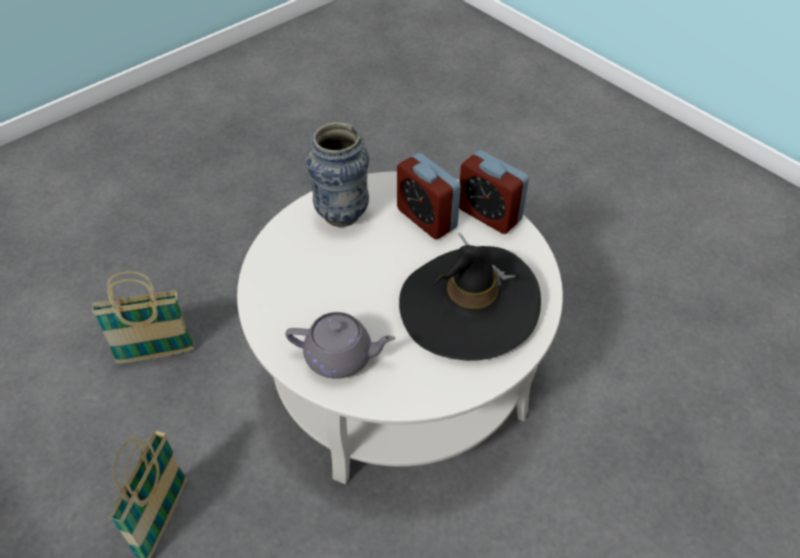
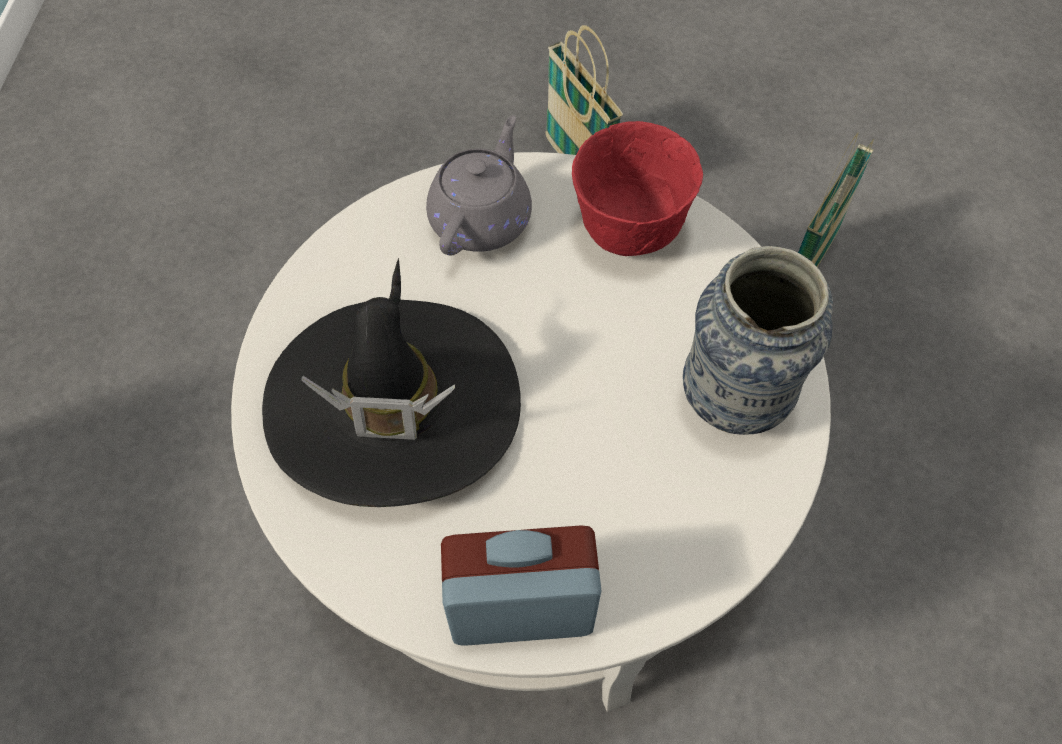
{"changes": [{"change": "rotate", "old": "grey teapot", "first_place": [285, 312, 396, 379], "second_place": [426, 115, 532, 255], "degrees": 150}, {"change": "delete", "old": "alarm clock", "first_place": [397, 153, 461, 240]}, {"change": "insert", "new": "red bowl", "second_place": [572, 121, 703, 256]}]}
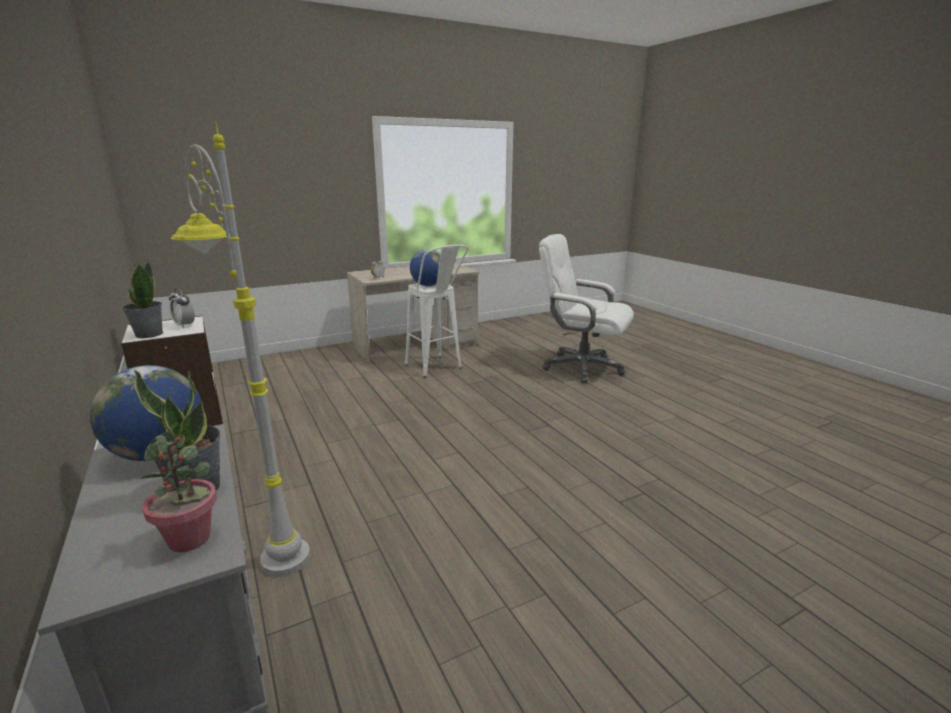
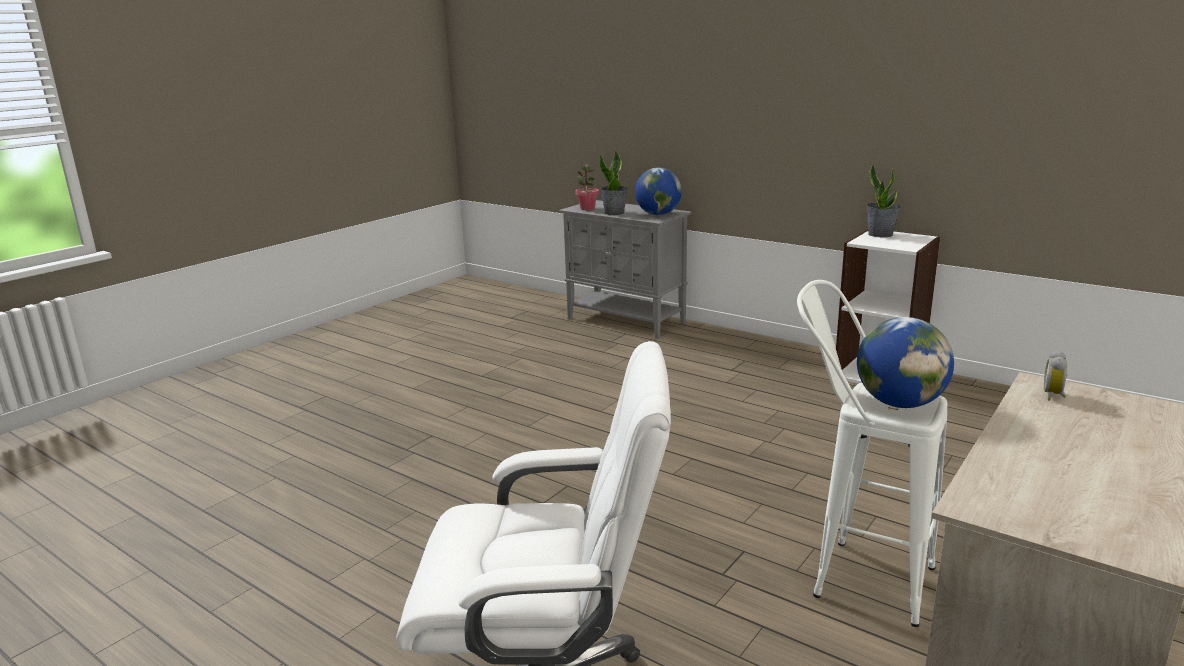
{"changes": [{"change": "delete", "old": "alarm clock", "first_place": [169, 288, 195, 328]}, {"change": "delete", "old": "grey floor lamp", "first_place": [171, 122, 310, 577]}]}
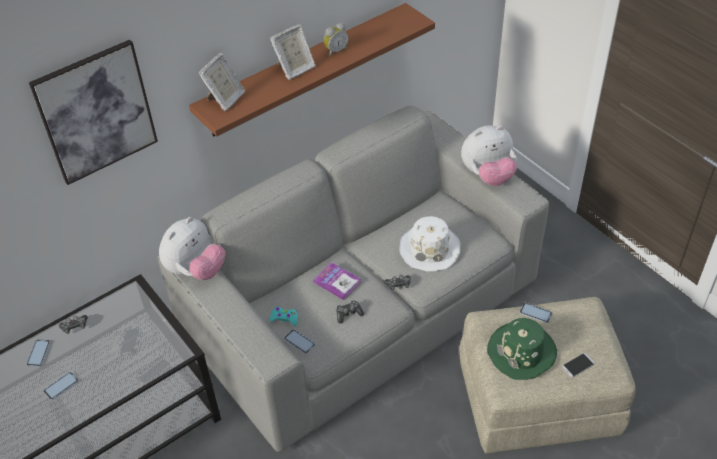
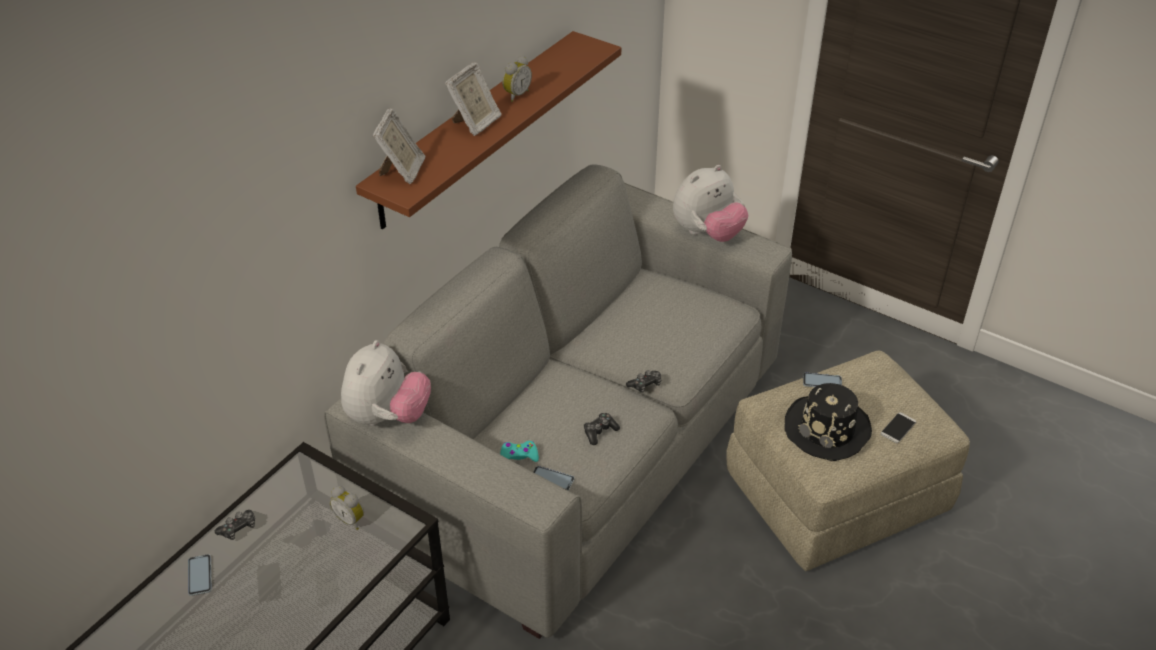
{"changes": [{"change": "delete", "old": "picture", "first_place": [29, 40, 158, 185]}, {"change": "delete", "old": "phone", "first_place": [44, 372, 79, 400]}, {"change": "delete", "old": "book", "first_place": [313, 262, 362, 300]}, {"change": "delete", "old": "white hat", "first_place": [399, 216, 461, 271]}, {"change": "recolor", "old": "green hat", "new": "black hat", "first_place": [487, 318, 557, 380], "second_place": [785, 383, 872, 461]}, {"change": "insert", "new": "alarm clock", "second_place": [330, 486, 364, 530]}]}
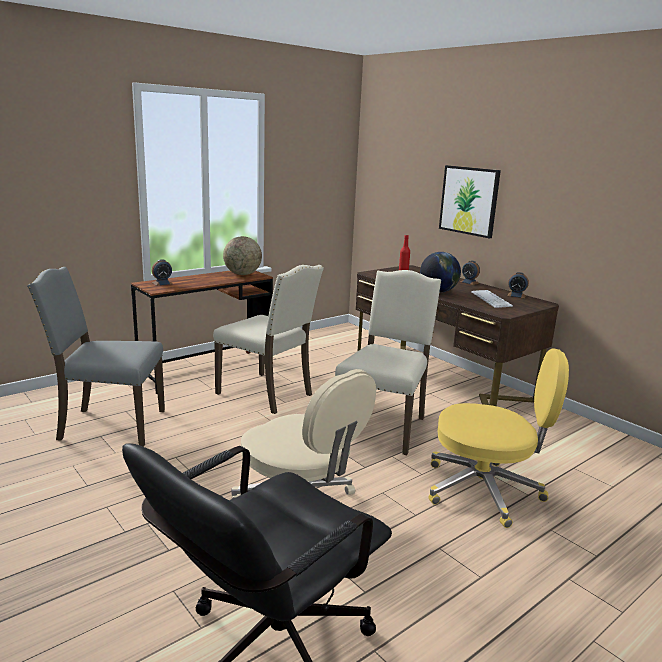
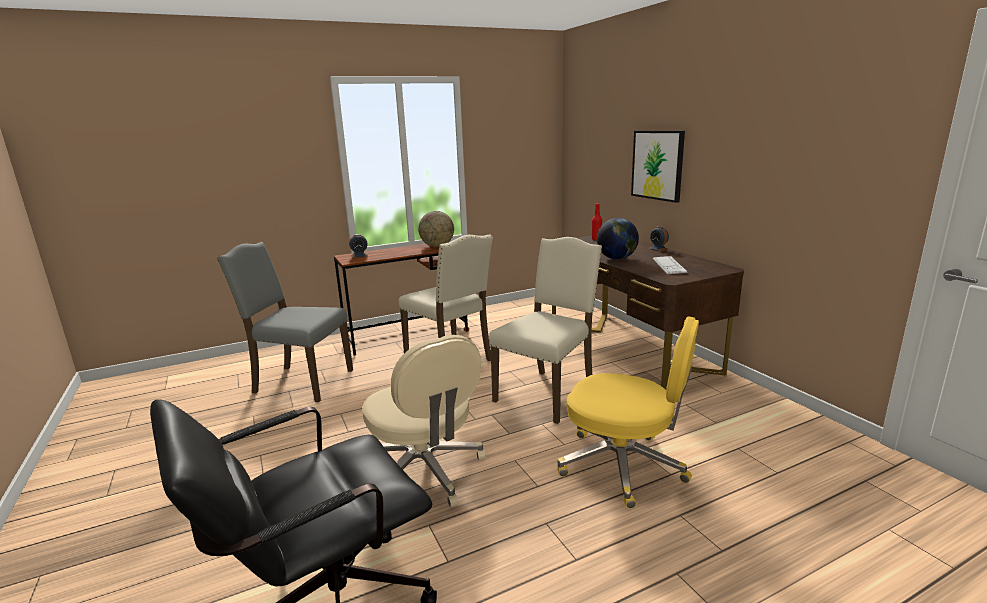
{"changes": [{"change": "delete", "old": "alarm clock", "first_place": [508, 272, 529, 299]}]}
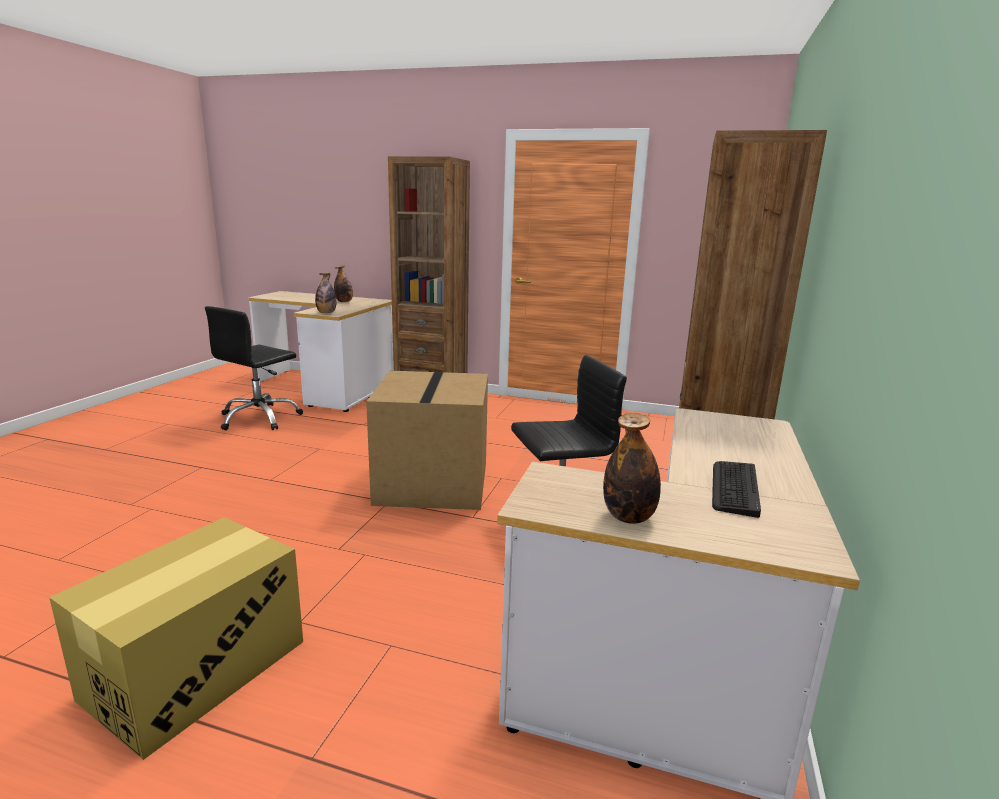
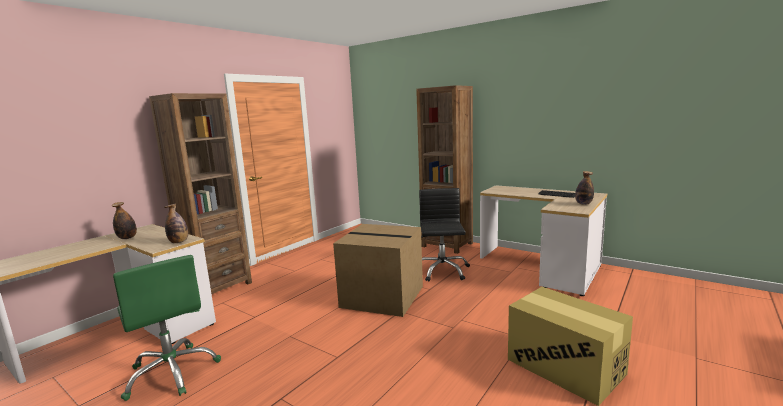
{"changes": [{"change": "recolor", "old": "black office chair", "new": "green office chair", "first_place": [205, 306, 303, 430], "second_place": [113, 255, 221, 401]}]}
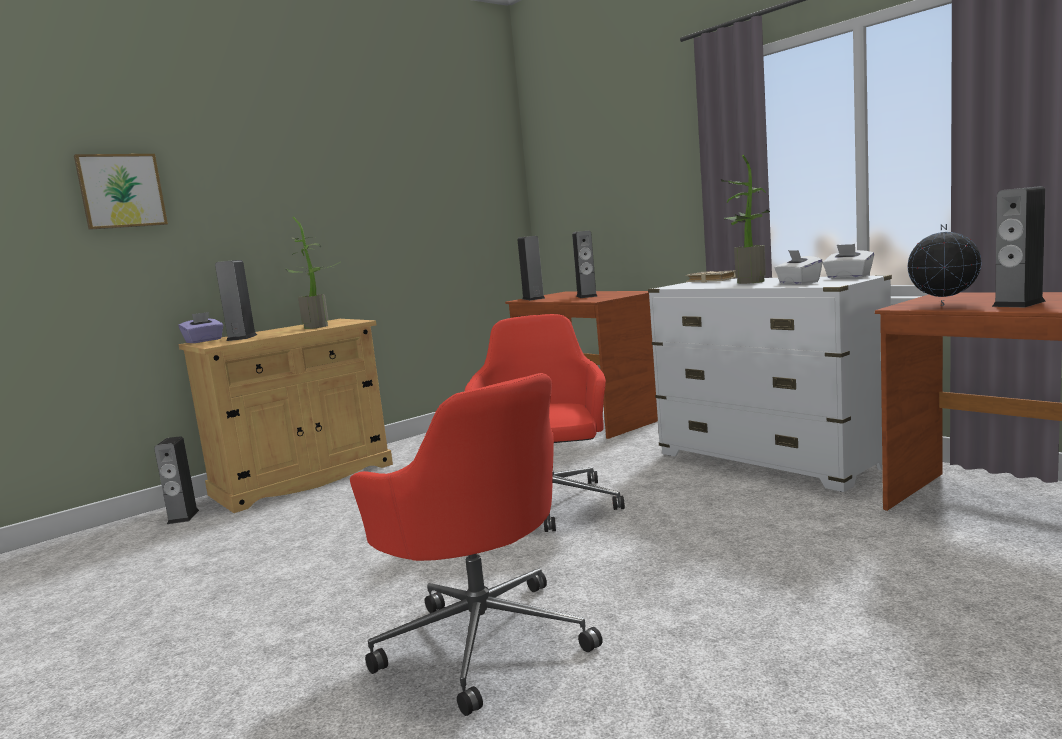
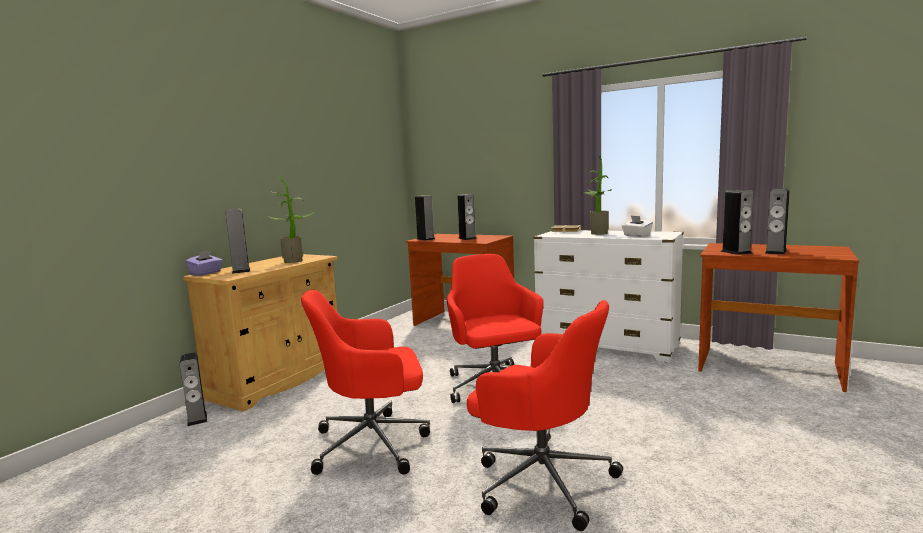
{"changes": [{"change": "delete", "old": "picture", "first_place": [74, 154, 168, 230]}, {"change": "delete", "old": "white tissue box", "first_place": [823, 244, 874, 279]}, {"change": "replace", "old": "globe", "new": "speaker", "first_place": [908, 224, 981, 306], "second_place": [721, 190, 753, 255]}, {"change": "insert", "new": "red office chair", "second_place": [301, 290, 430, 475]}]}
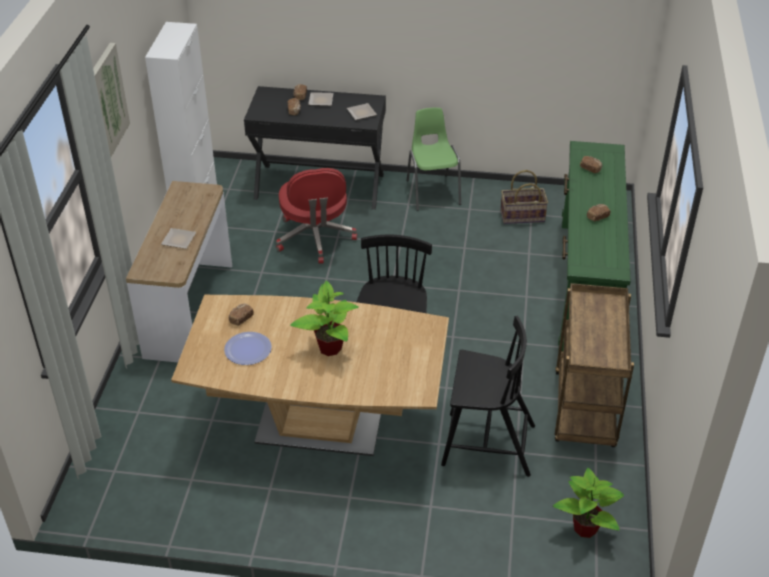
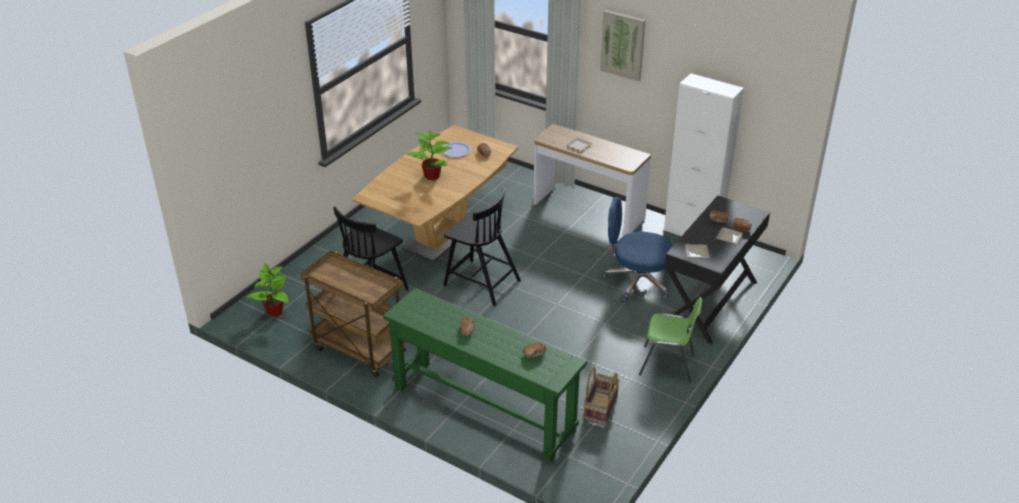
{"changes": [{"change": "recolor", "old": "red office chair", "new": "blue office chair", "first_place": [276, 168, 358, 264], "second_place": [601, 197, 673, 303]}]}
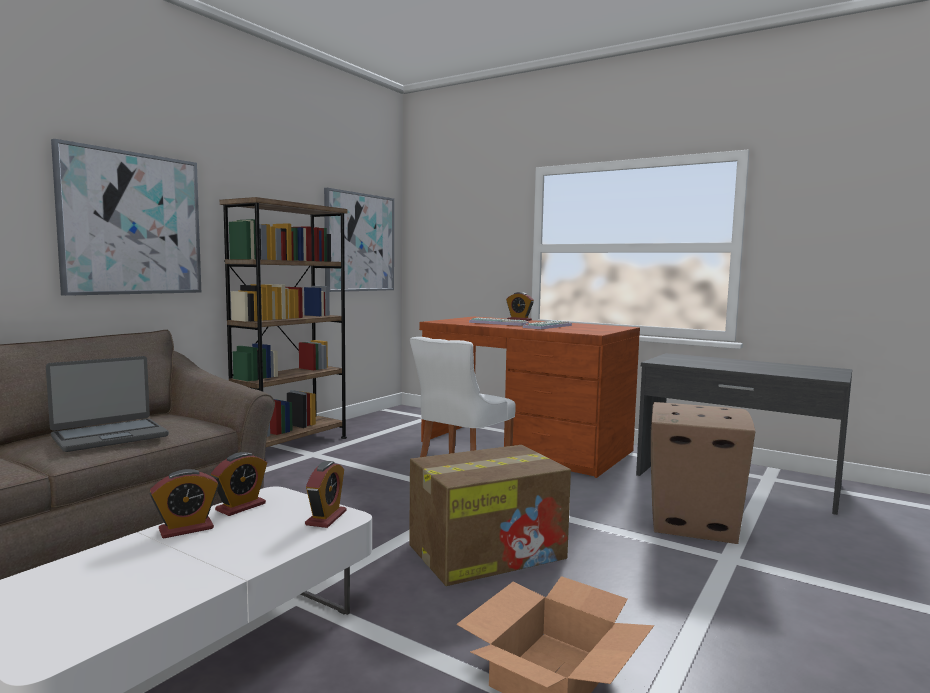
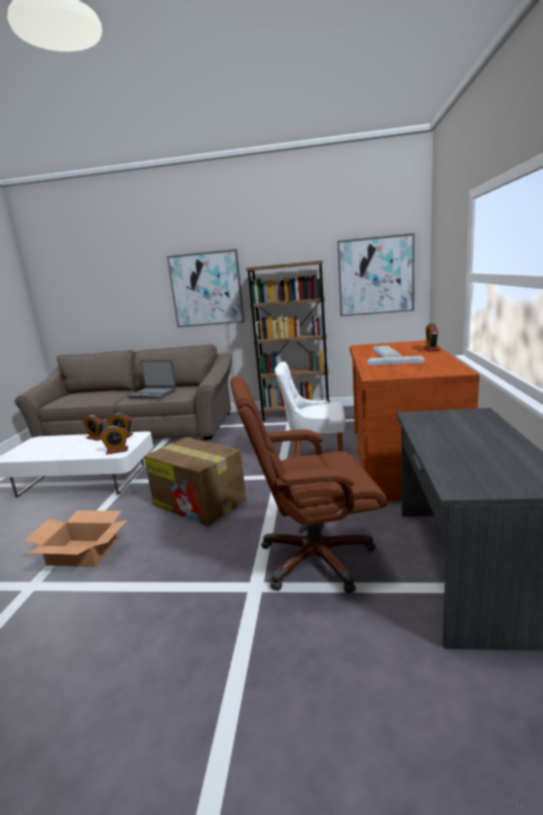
{"changes": [{"change": "replace", "old": "cardboard box", "new": "brown office chair", "first_place": [651, 402, 756, 544], "second_place": [230, 376, 387, 594]}]}
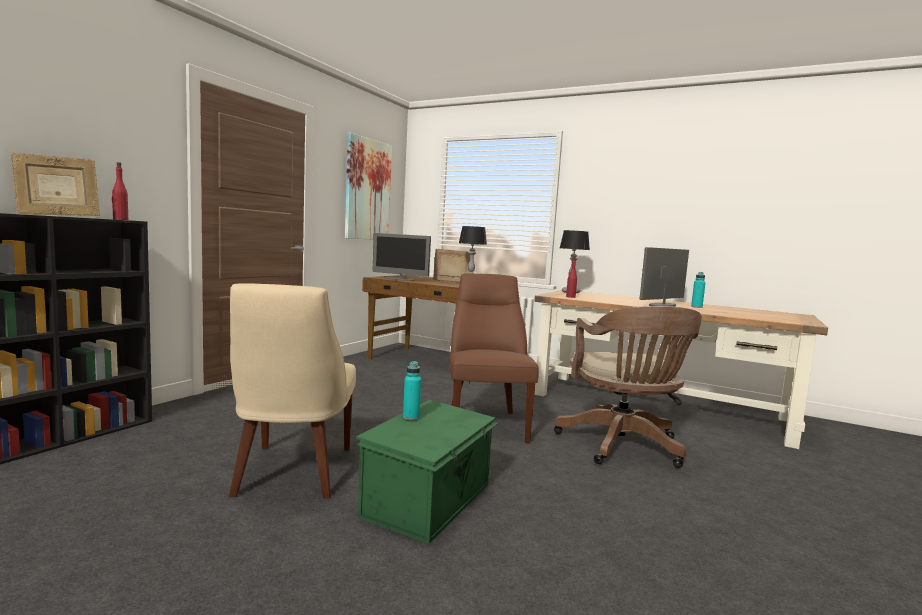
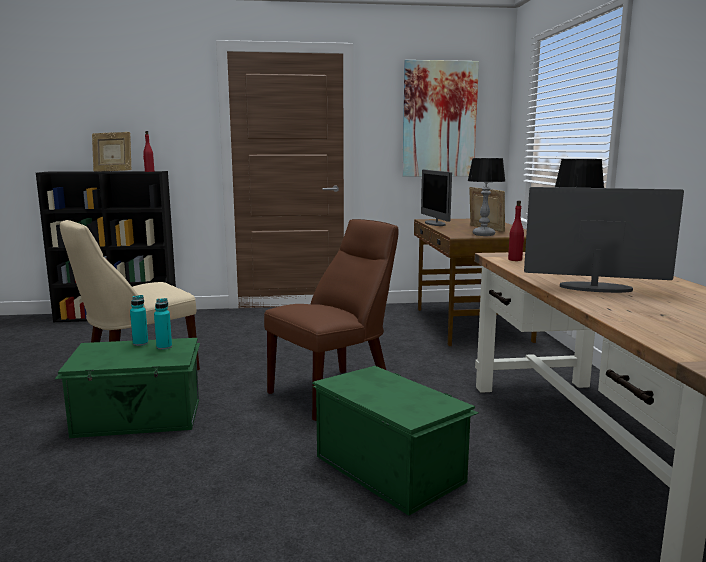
{"changes": [{"change": "replace", "old": "brown office chair", "new": "green storage box", "first_place": [554, 306, 702, 468], "second_place": [313, 366, 479, 516]}, {"change": "move", "old": "turquoise bottle", "first_place": [691, 272, 705, 308], "second_place": [154, 298, 172, 350]}]}
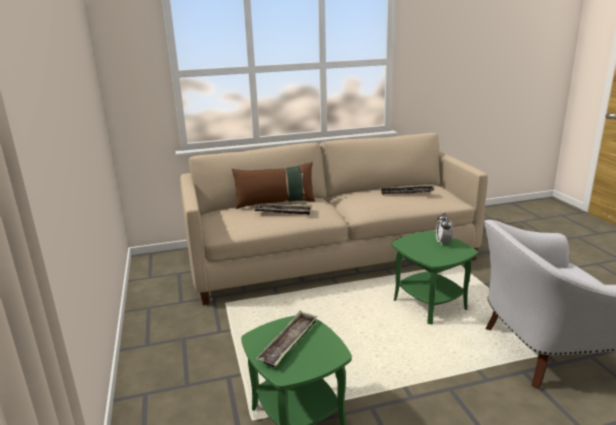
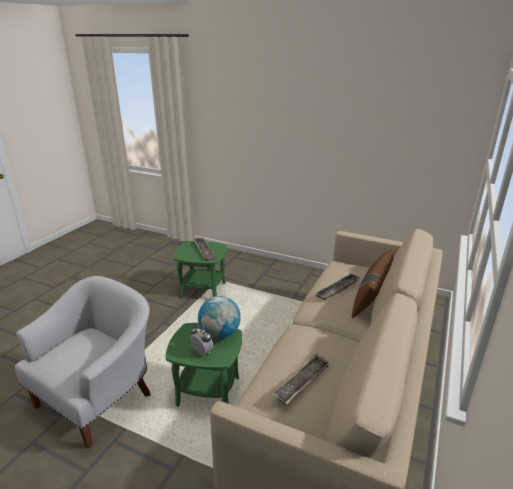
{"changes": [{"change": "insert", "new": "globe", "second_place": [198, 296, 241, 339]}]}
